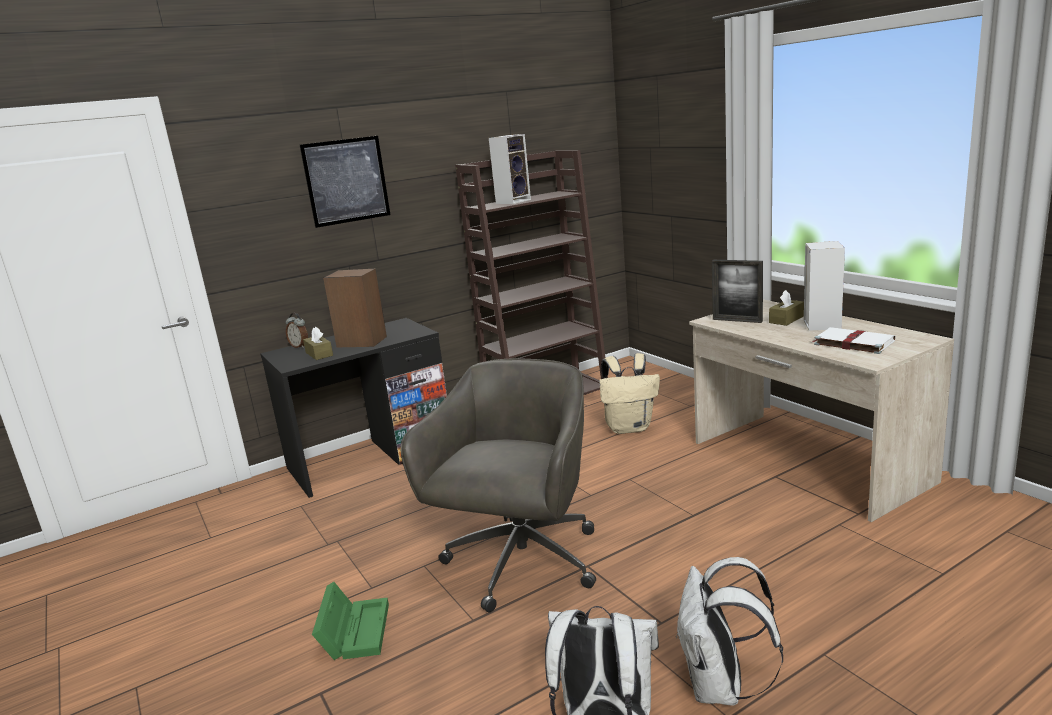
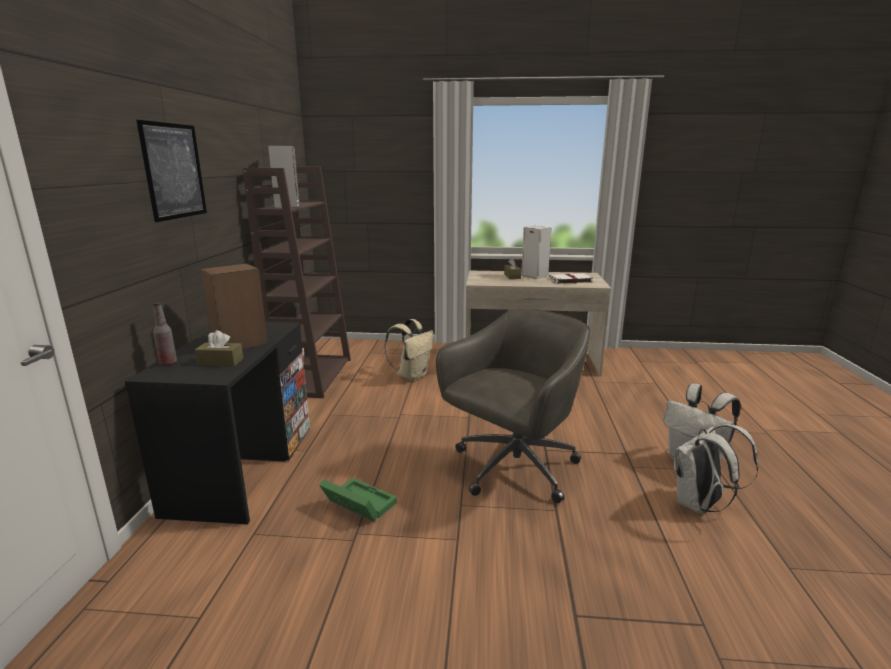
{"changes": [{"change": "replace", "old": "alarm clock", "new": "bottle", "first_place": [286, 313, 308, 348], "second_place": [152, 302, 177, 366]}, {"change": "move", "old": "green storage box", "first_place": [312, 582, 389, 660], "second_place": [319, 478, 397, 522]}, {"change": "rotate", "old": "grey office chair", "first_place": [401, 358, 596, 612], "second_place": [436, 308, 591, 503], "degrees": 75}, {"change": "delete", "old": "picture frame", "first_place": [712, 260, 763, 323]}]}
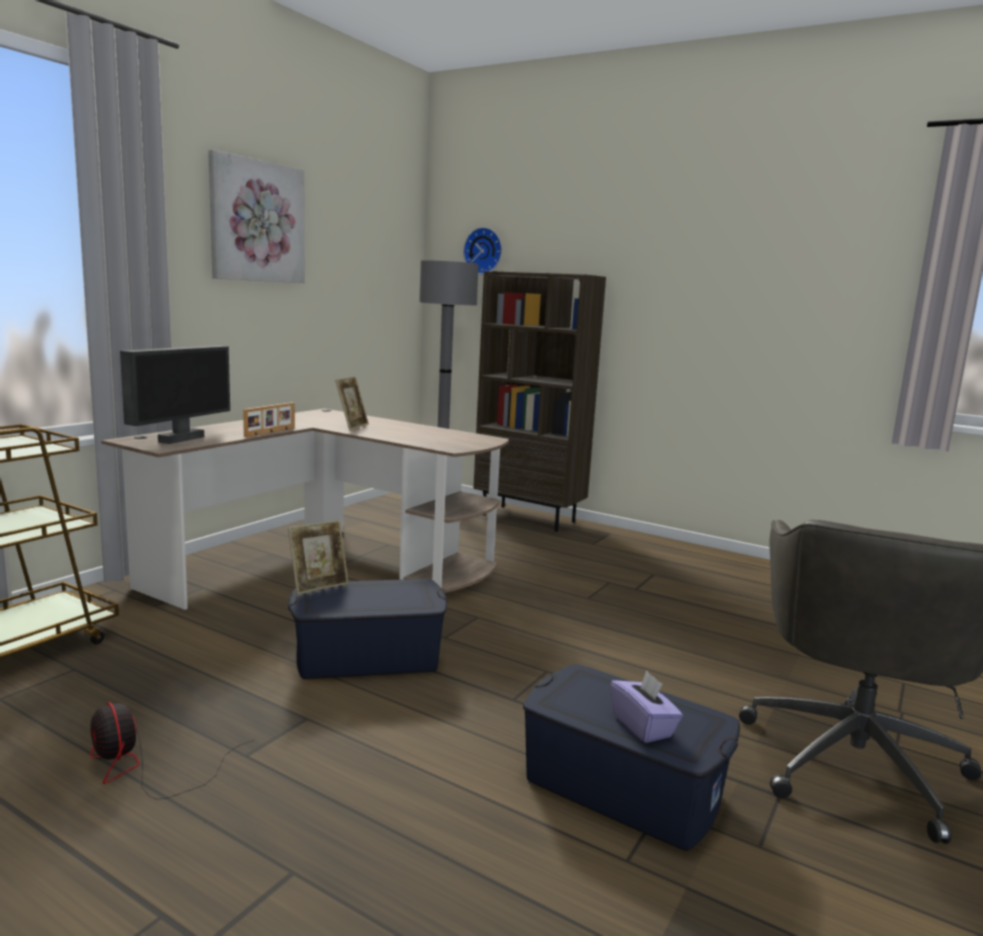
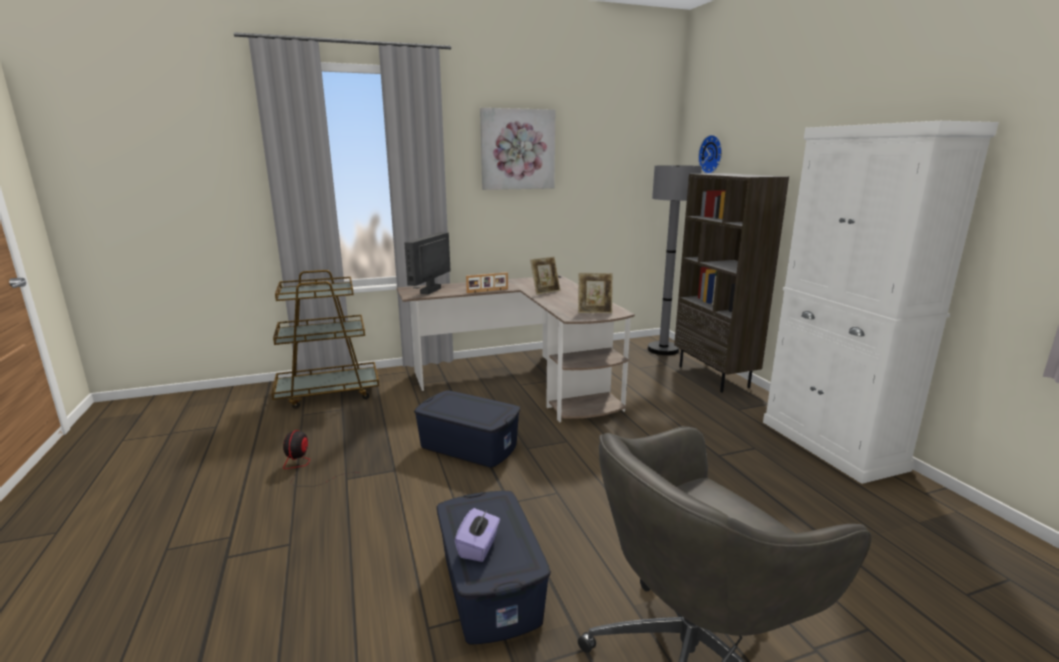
{"changes": [{"change": "rotate", "old": "monitor", "first_place": [120, 345, 230, 444], "second_place": [404, 232, 450, 294], "degrees": 135}, {"change": "move", "old": "picture frame", "first_place": [288, 520, 349, 595], "second_place": [578, 273, 613, 313]}, {"change": "insert", "new": "white cabinet", "second_place": [763, 121, 999, 484]}]}
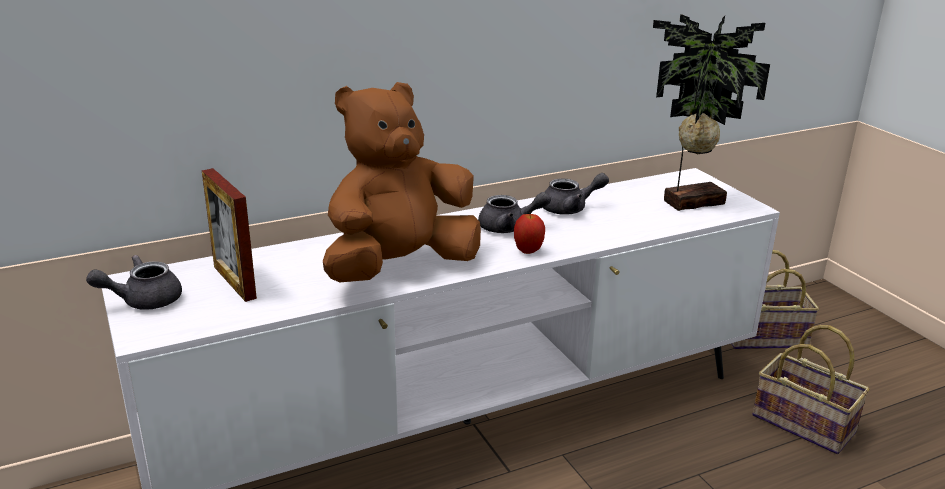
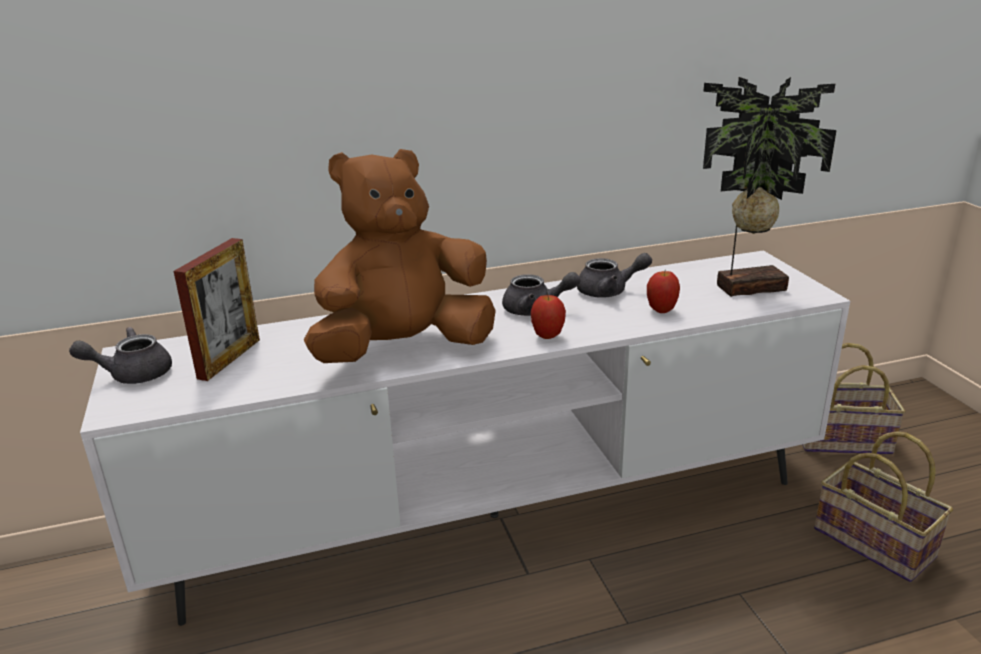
{"changes": [{"change": "rotate", "old": "picture frame", "first_place": [202, 168, 257, 302], "second_place": [174, 238, 260, 381], "degrees": -135}, {"change": "insert", "new": "apple", "second_place": [647, 270, 680, 313]}]}
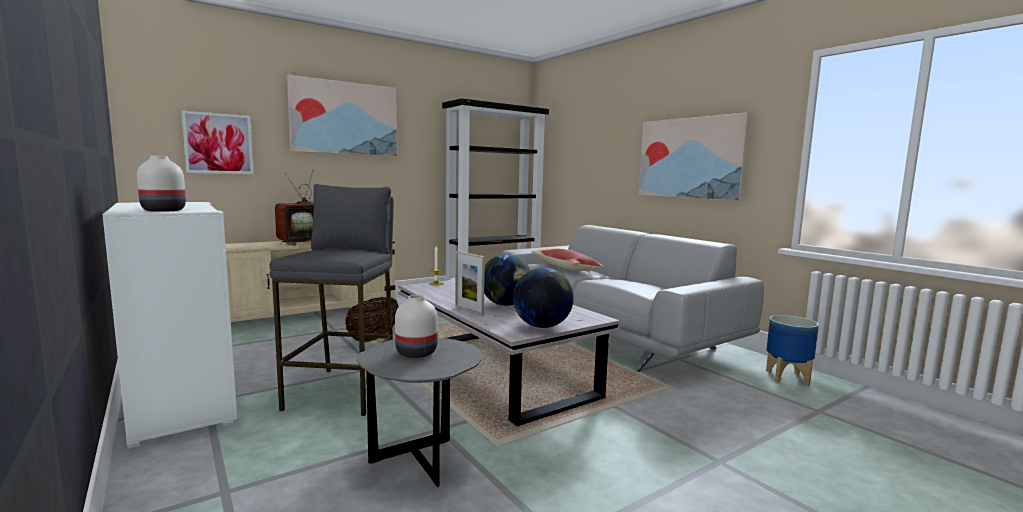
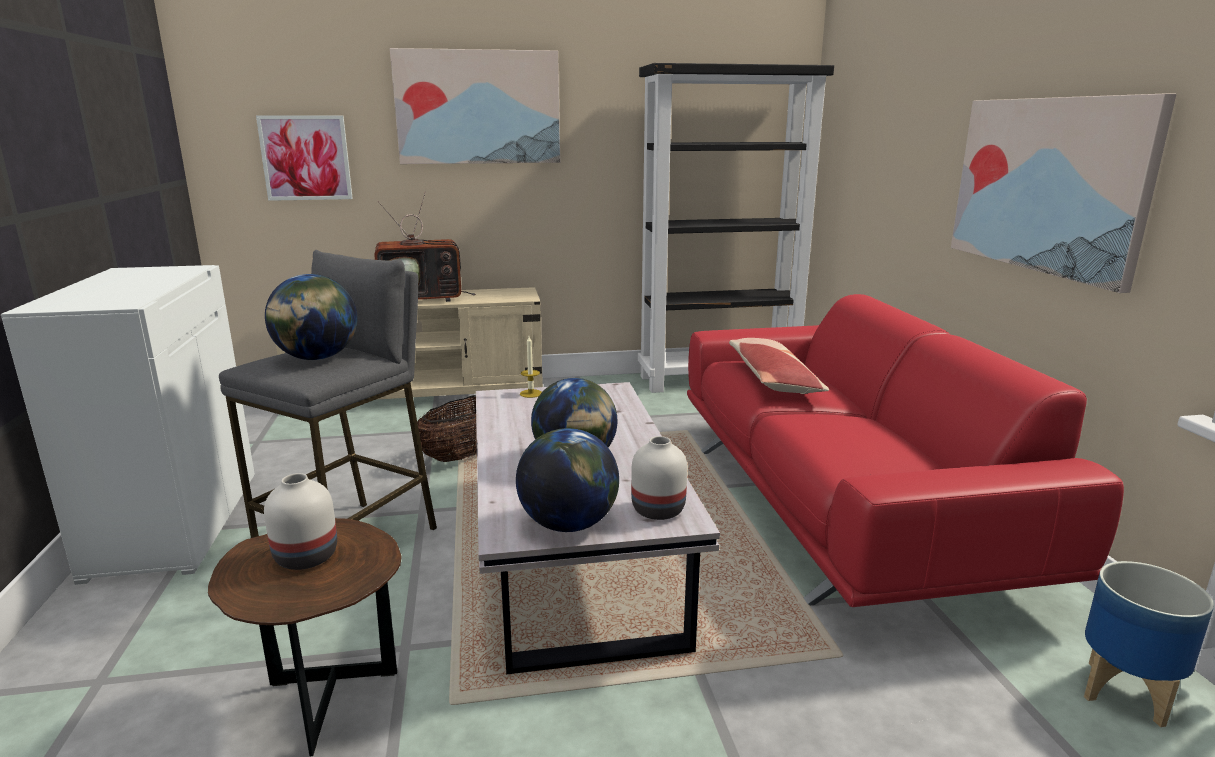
{"changes": [{"change": "move", "old": "white vase", "first_place": [137, 156, 186, 212], "second_place": [631, 436, 687, 520]}, {"change": "recolor", "old": "grey side table", "new": "brown side table", "first_place": [357, 338, 482, 487], "second_place": [208, 518, 402, 756]}, {"change": "delete", "old": "picture frame", "first_place": [455, 251, 485, 315]}, {"change": "recolor", "old": "grey sofa", "new": "red sofa", "first_place": [501, 225, 764, 372], "second_place": [687, 294, 1124, 607]}, {"change": "insert", "new": "globe", "second_place": [265, 274, 357, 360]}]}
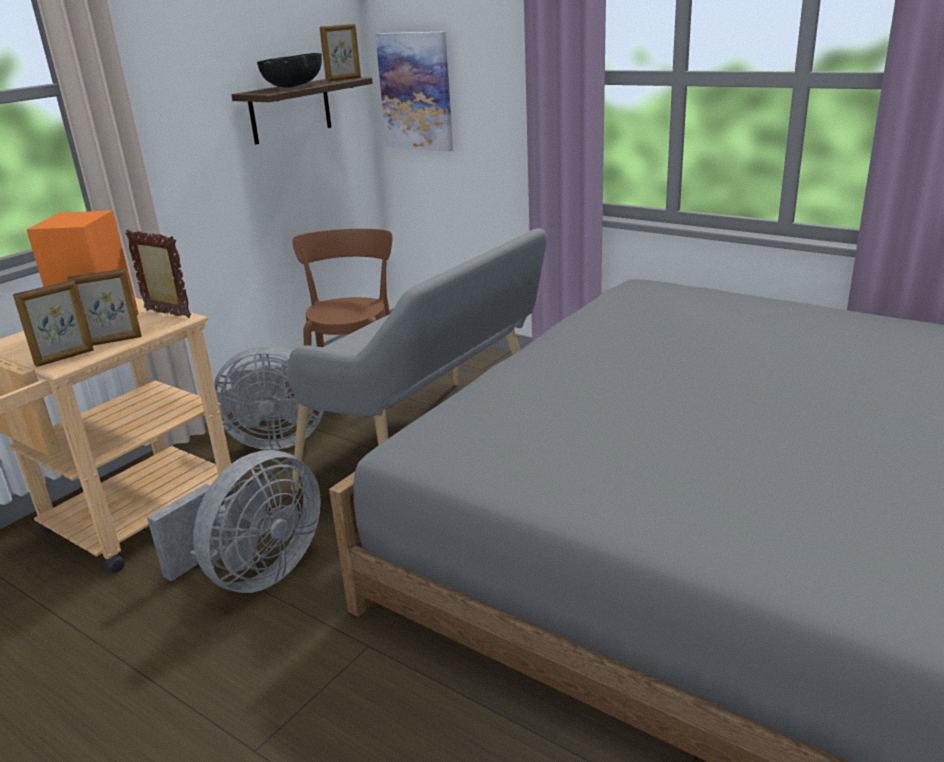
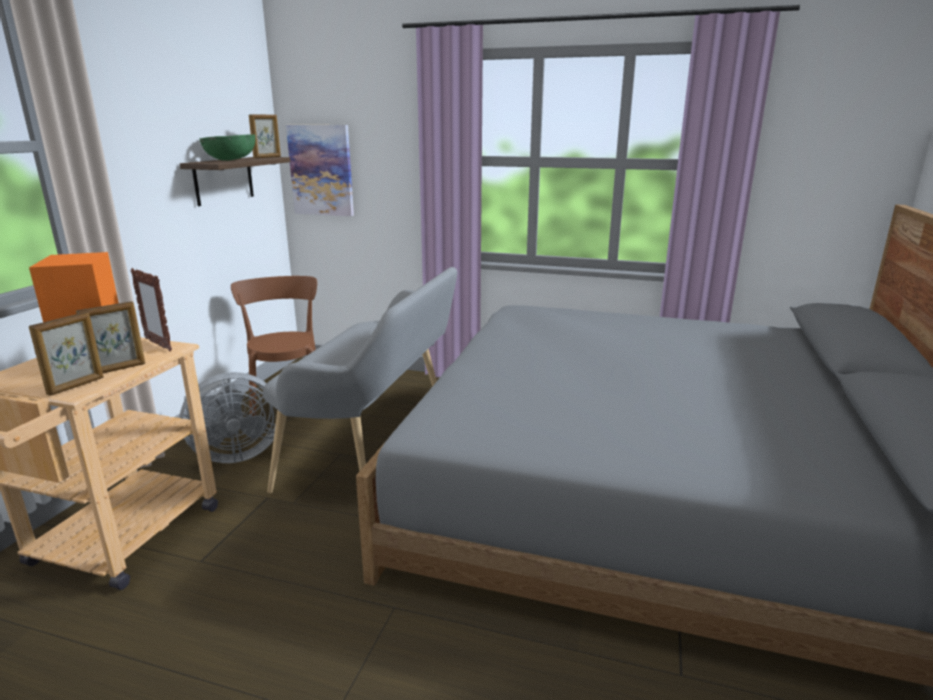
{"changes": [{"change": "rotate", "old": "picture frame", "first_place": [125, 230, 191, 318], "second_place": [131, 268, 172, 352], "degrees": -150}, {"change": "delete", "old": "grey fan", "first_place": [147, 450, 321, 593]}, {"change": "recolor", "old": "black bowl", "new": "green bowl", "first_place": [257, 53, 322, 88], "second_place": [200, 134, 255, 161]}]}
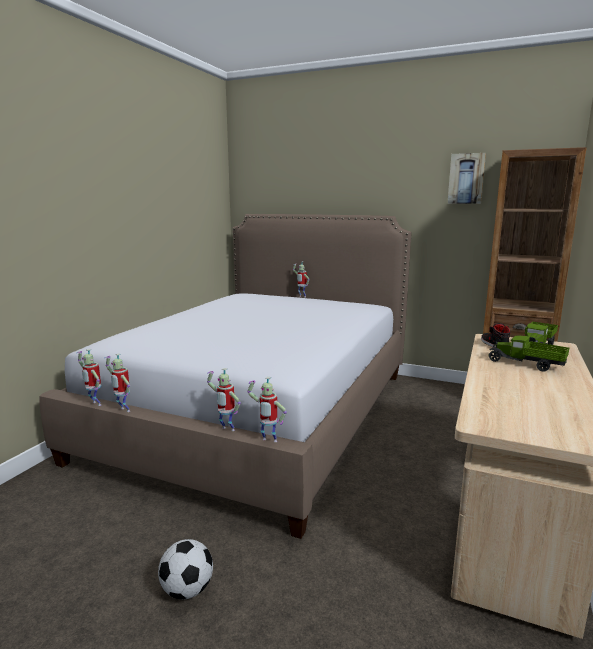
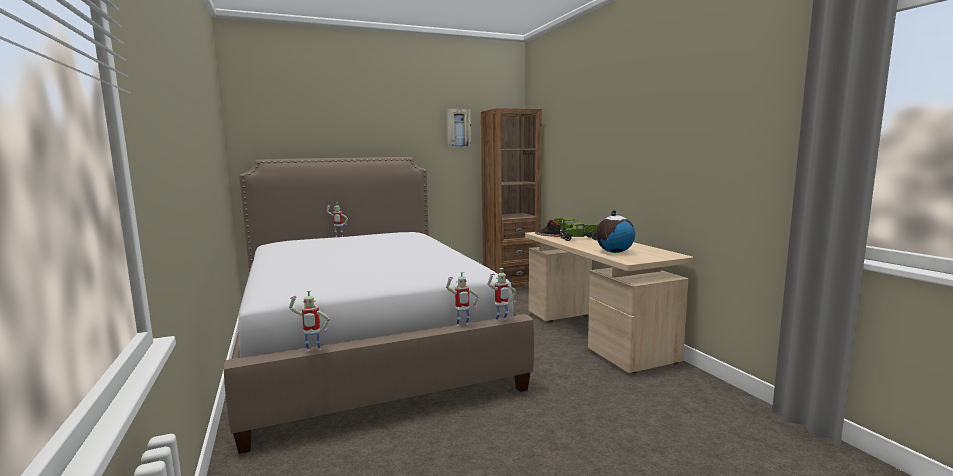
{"changes": [{"change": "delete", "old": "toy robot", "first_place": [105, 353, 130, 412]}, {"change": "delete", "old": "football", "first_place": [158, 539, 213, 599]}, {"change": "insert", "new": "globe", "second_place": [596, 210, 635, 253]}]}
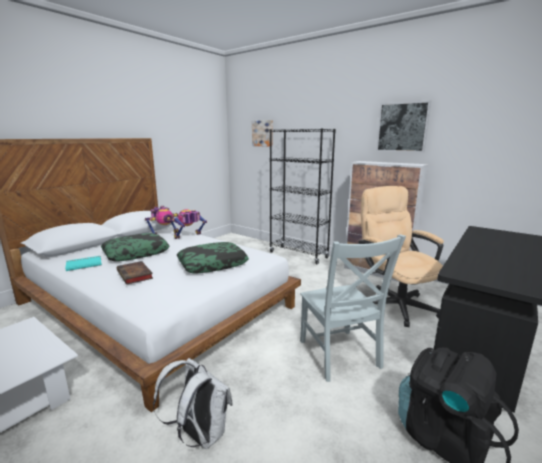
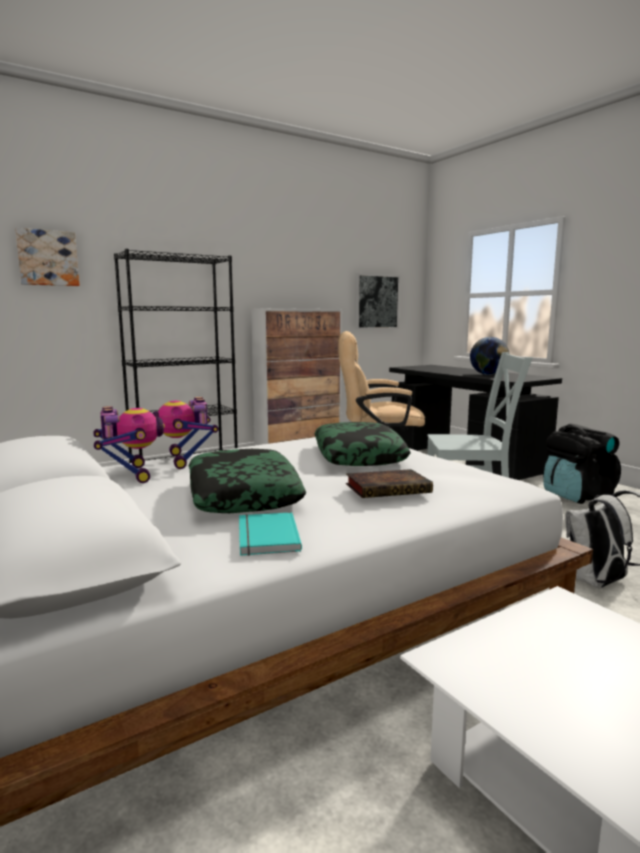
{"changes": [{"change": "move", "old": "picture", "first_place": [376, 100, 431, 153], "second_place": [355, 273, 400, 329]}, {"change": "insert", "new": "globe", "second_place": [470, 337, 509, 375]}]}
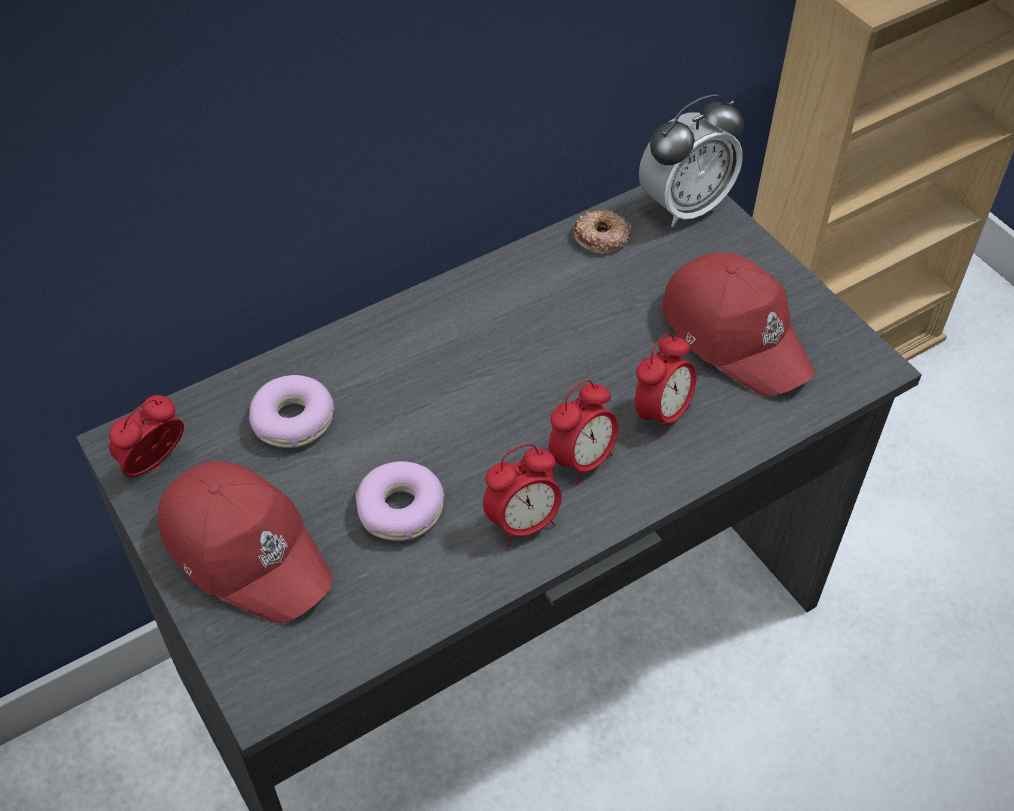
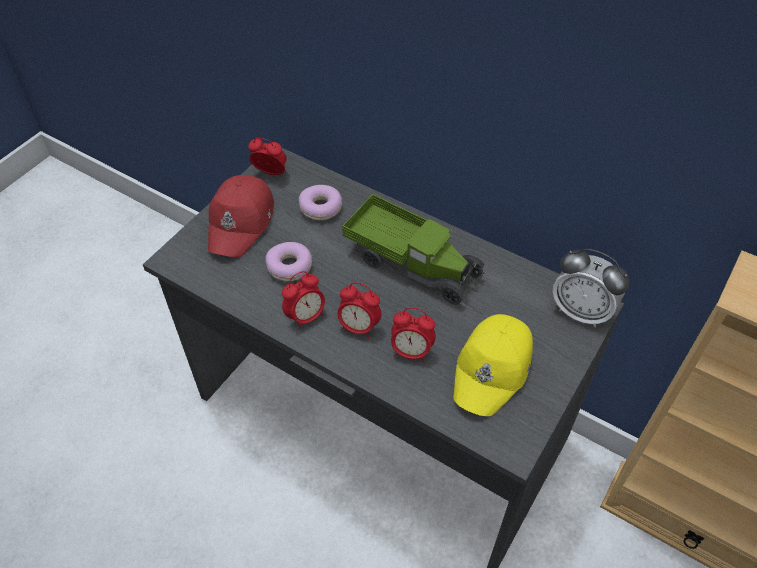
{"changes": [{"change": "rotate", "old": "alarm clock", "first_place": [483, 444, 562, 546], "second_place": [282, 271, 325, 330], "degrees": -75}, {"change": "delete", "old": "donut", "first_place": [574, 210, 632, 254]}, {"change": "recolor", "old": "red cap", "new": "yellow cap", "first_place": [662, 253, 815, 396], "second_place": [453, 314, 533, 416]}, {"change": "insert", "new": "toy truck", "second_place": [342, 194, 485, 305]}]}
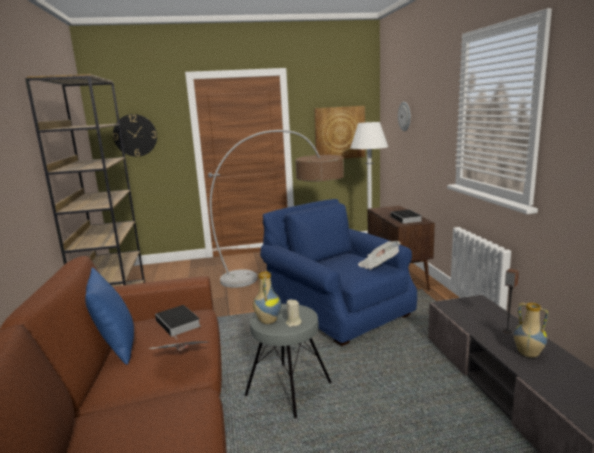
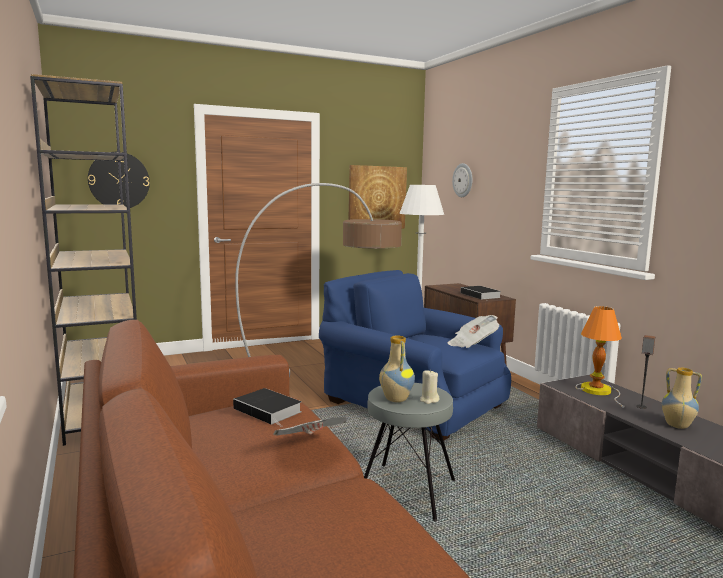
{"changes": [{"change": "delete", "old": "blue pillow", "first_place": [85, 268, 134, 365]}, {"change": "insert", "new": "table lamp", "second_place": [576, 306, 625, 408]}]}
